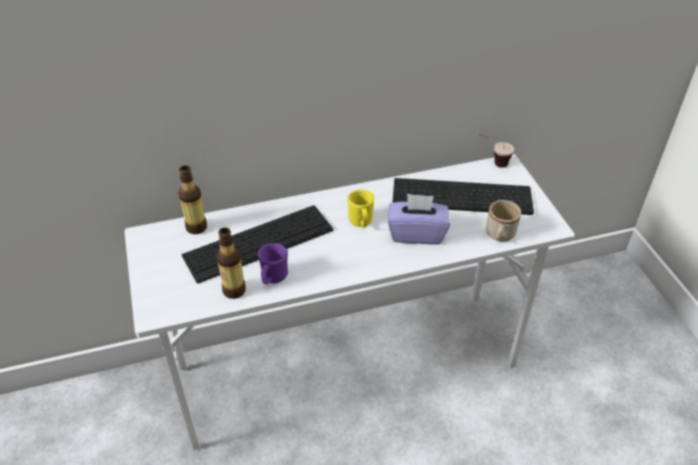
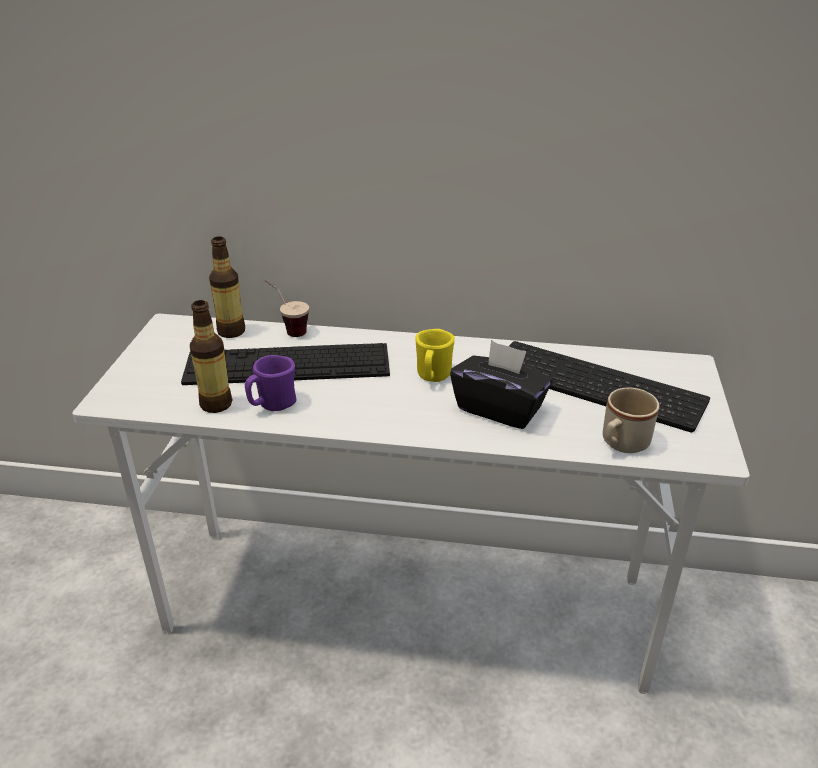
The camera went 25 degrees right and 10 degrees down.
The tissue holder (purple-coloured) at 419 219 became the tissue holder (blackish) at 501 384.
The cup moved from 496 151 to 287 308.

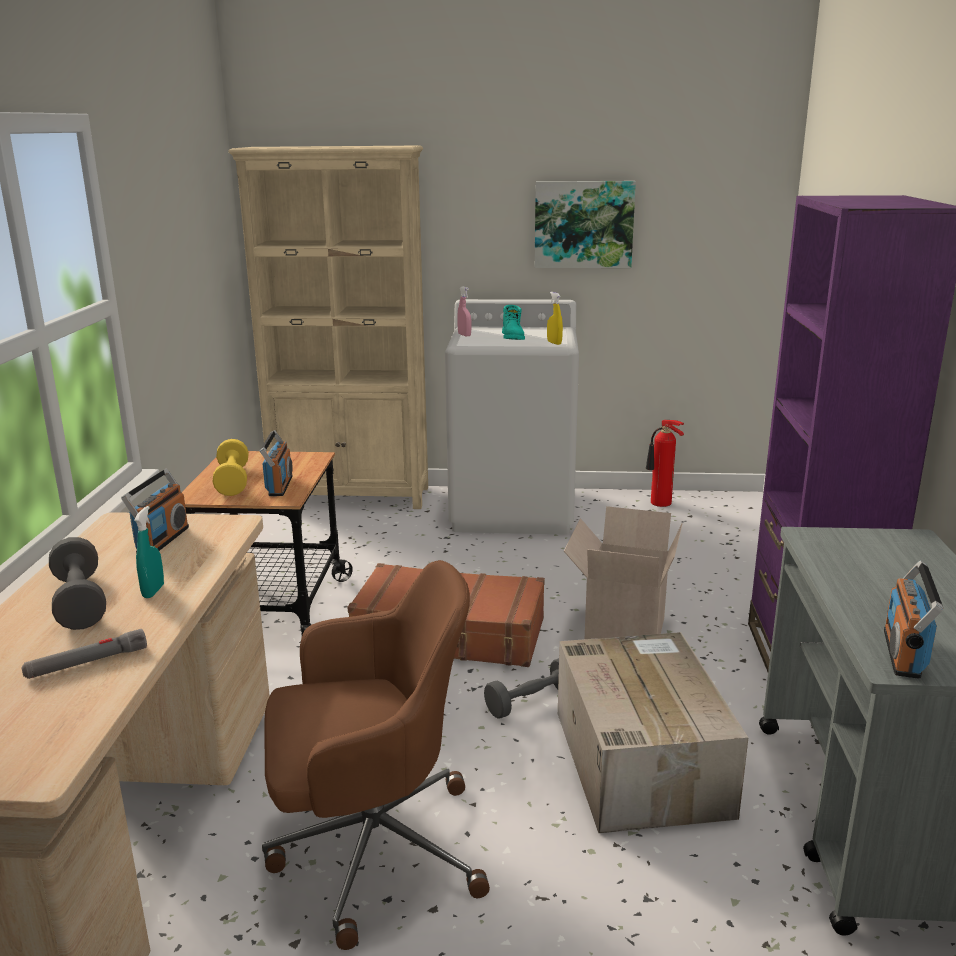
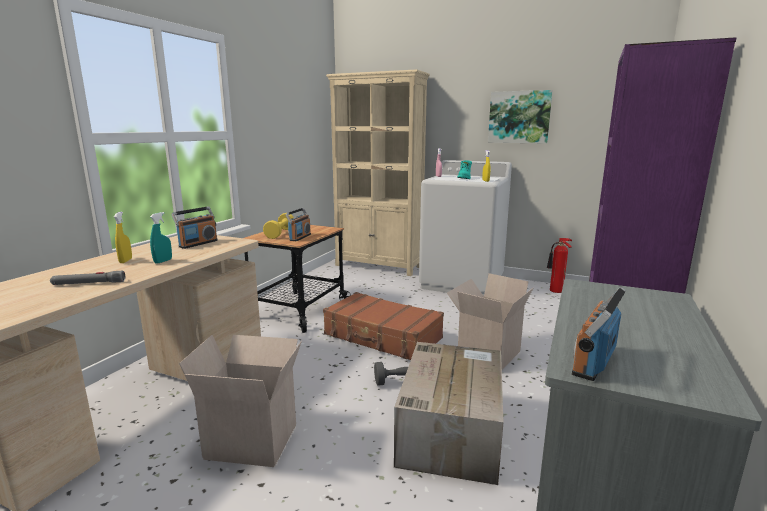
The camera went 20 degrees right and 5 degrees down.
The dumbbell (grey) at 77 583 was replaced by the spray bottle (yellowish) at 123 237.
The desk chair (brown) at 376 755 was replaced by the cardboard box at 240 401.

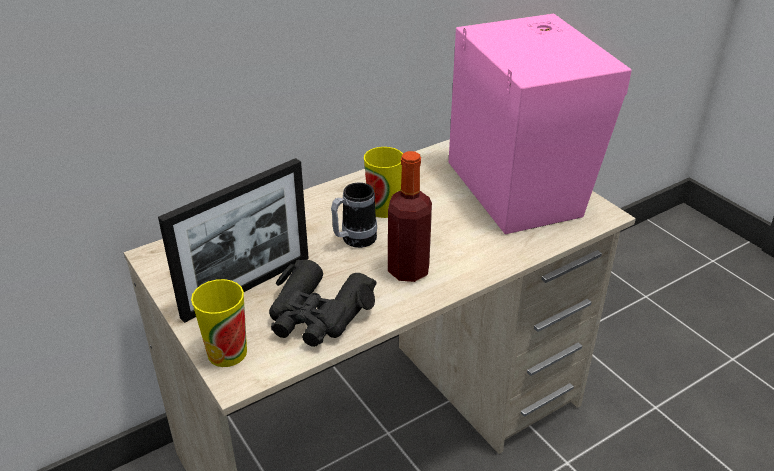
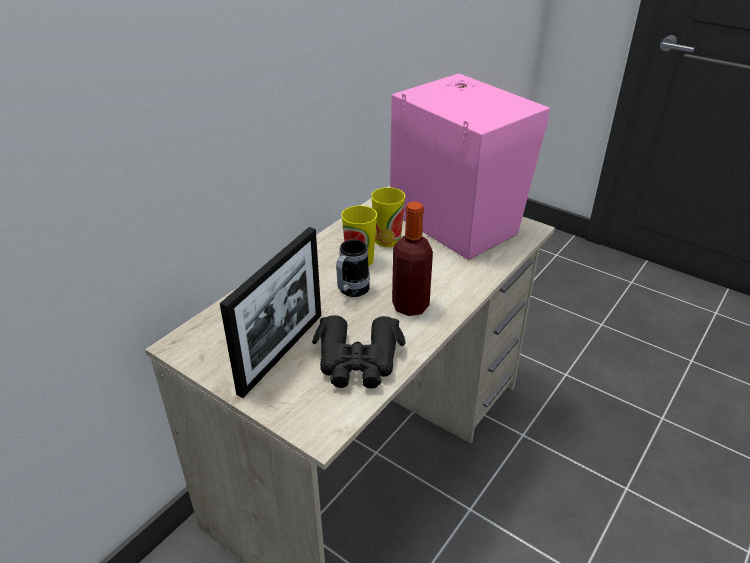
The camera went 20 degrees left and 0 degrees up.
The cup moved from 219 323 to 388 217.

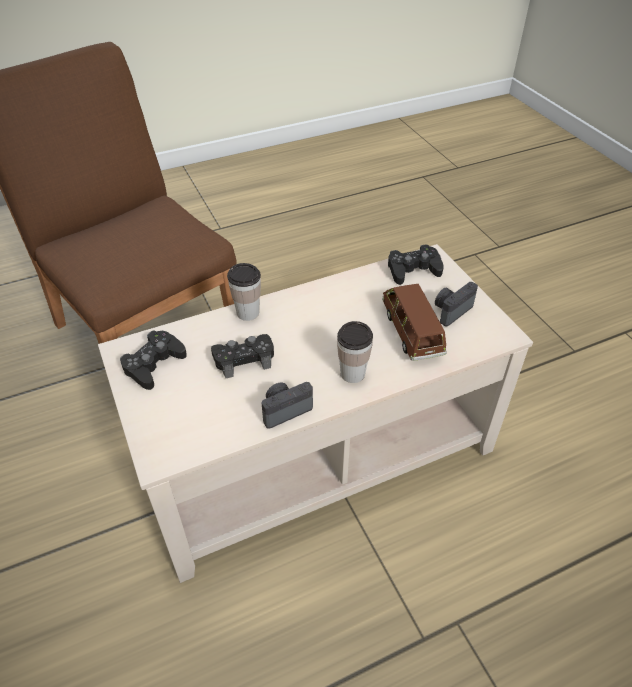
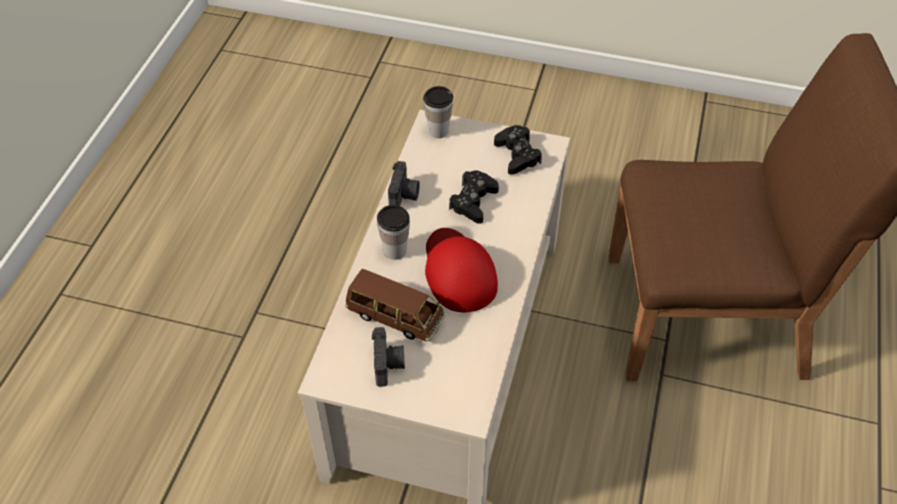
The camera went 130 degrees right and 5 degrees up.
The cup moved from 244 292 to 438 112.
The gamepad (blackish) at 415 264 disappeared.
The baseball cap (reddish) at 461 270 appeared.

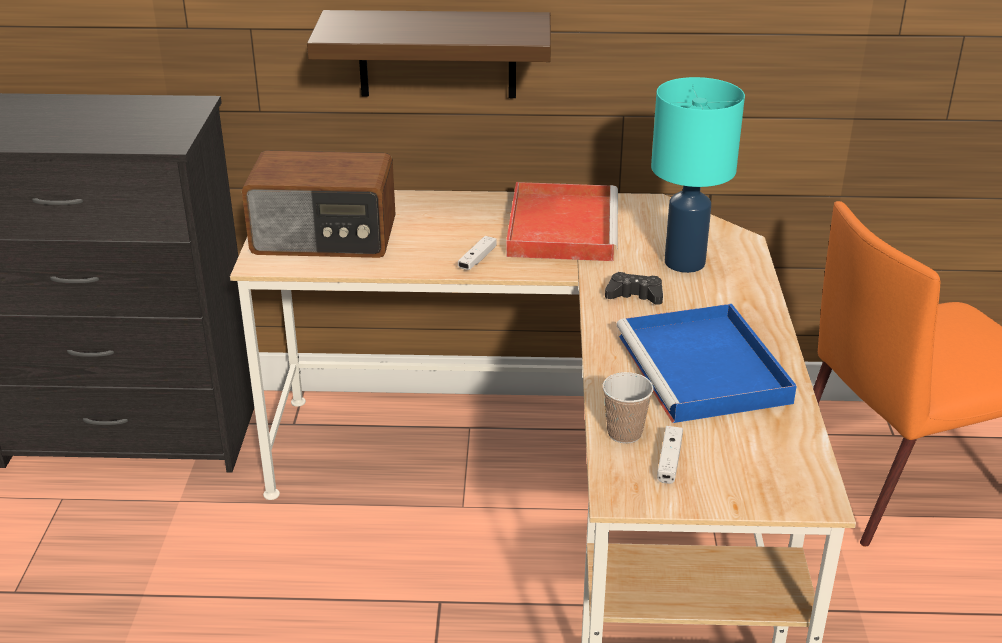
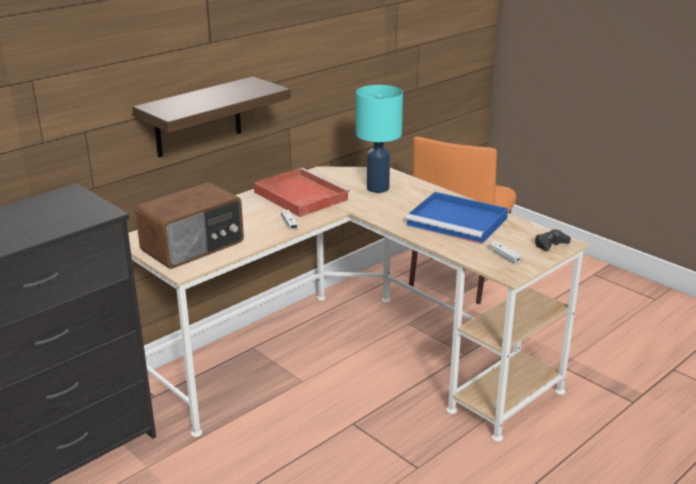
The camera went 45 degrees left and 5 degrees down.
The cup at 628 408 disappeared.
The gamepad (blackish) moved from 634 288 to 553 240.

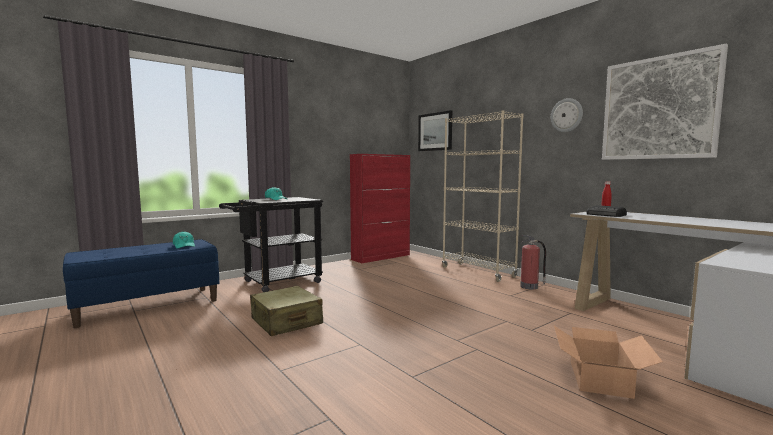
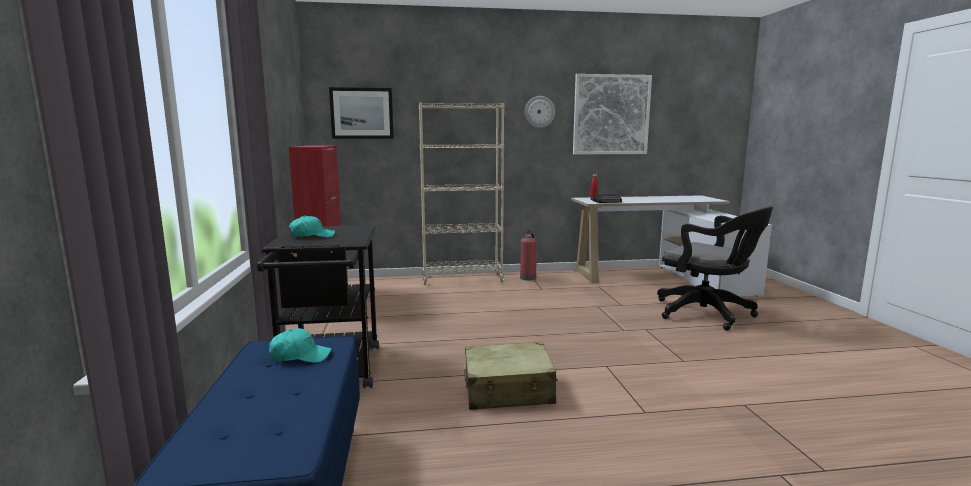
The camera went 60 degrees left and 5 degrees up.
The cardboard box at 608 362 was replaced by the desk chair (blackish) at 715 268.

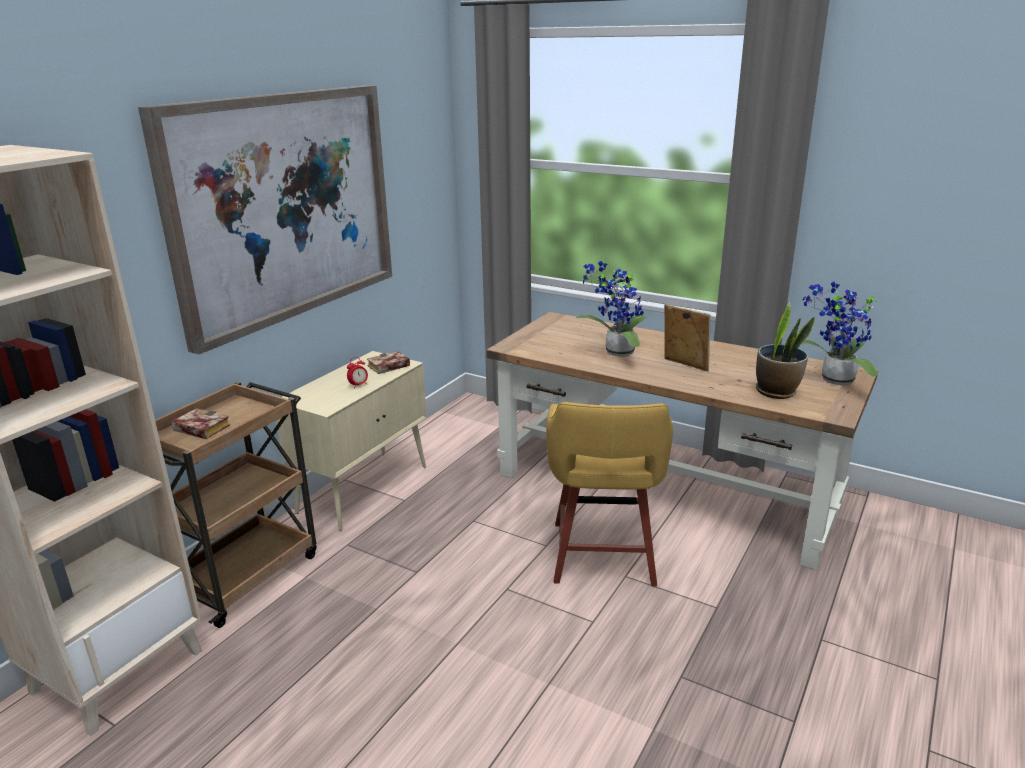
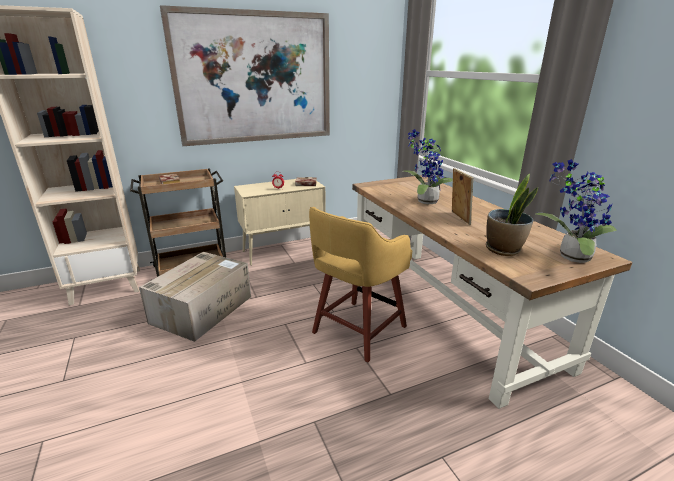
The camera went 35 degrees right and 0 degrees up.
The cardboard box at 195 297 appeared.

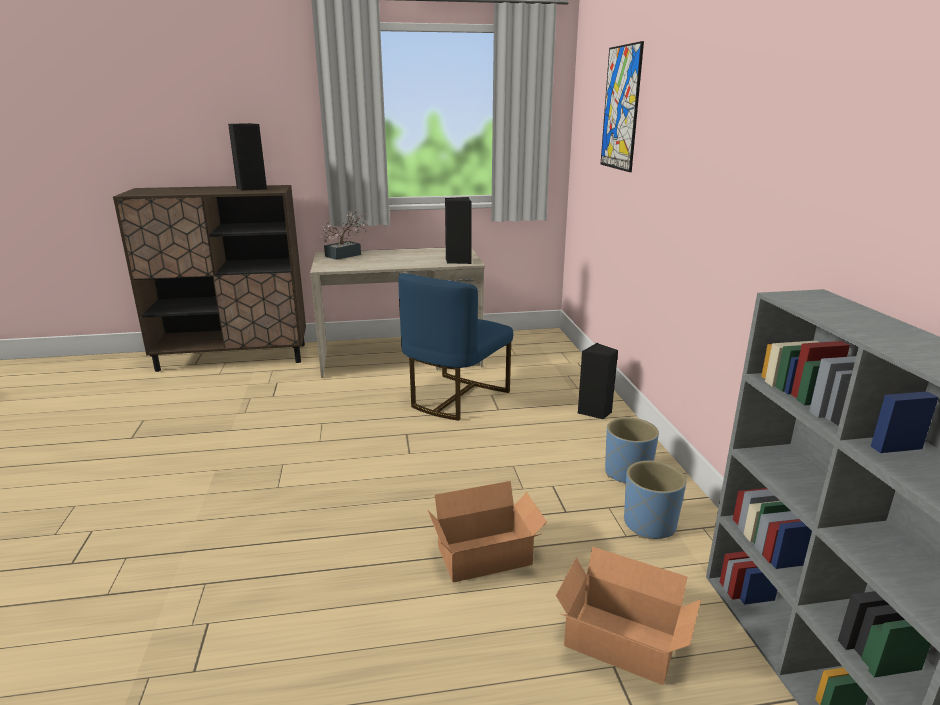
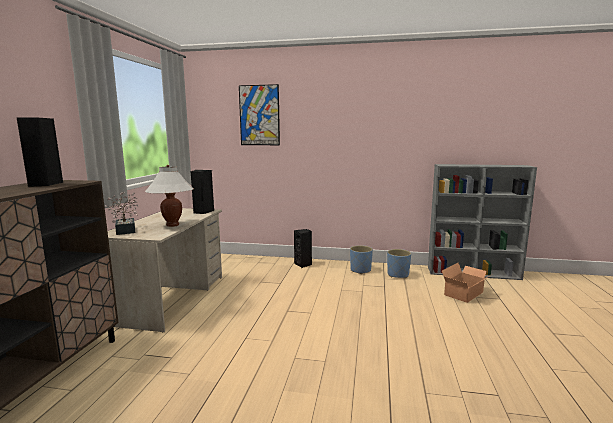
The camera went 70 degrees left and 10 degrees down.
The plain chair (blue) at 455 347 disappeared.
The cardboard box at 487 532 disappeared.
The table lamp (whitish) at 169 196 appeared.

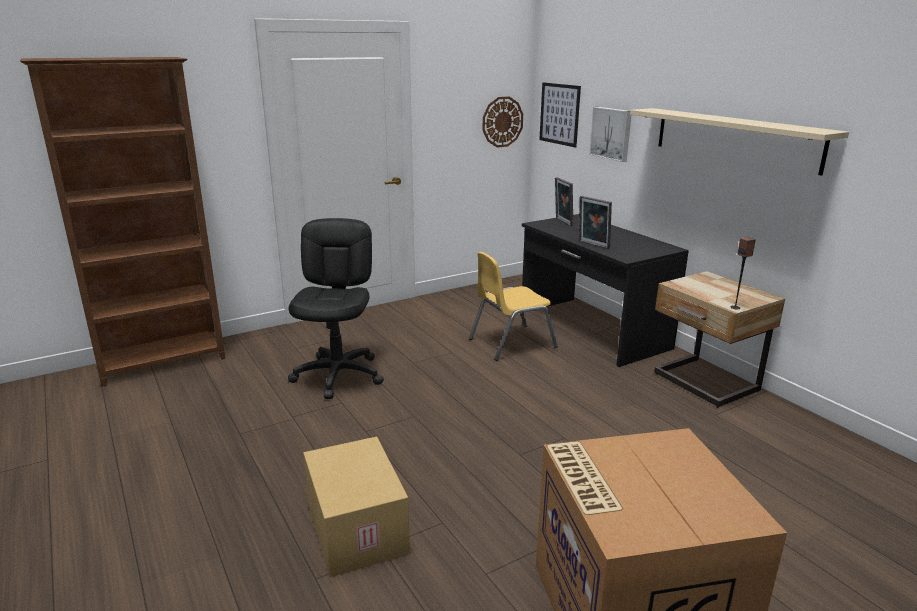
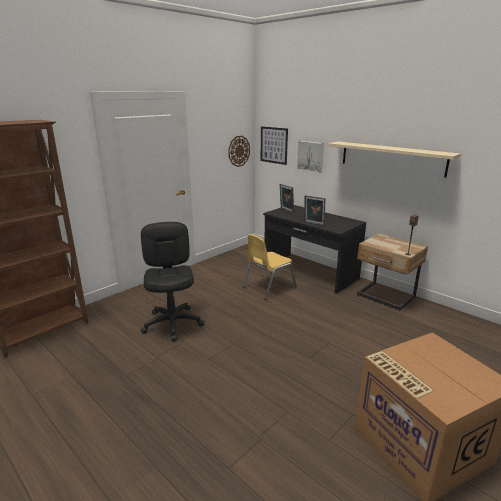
The camera went 15 degrees left and 0 degrees up.
The cardboard box at 356 507 disappeared.

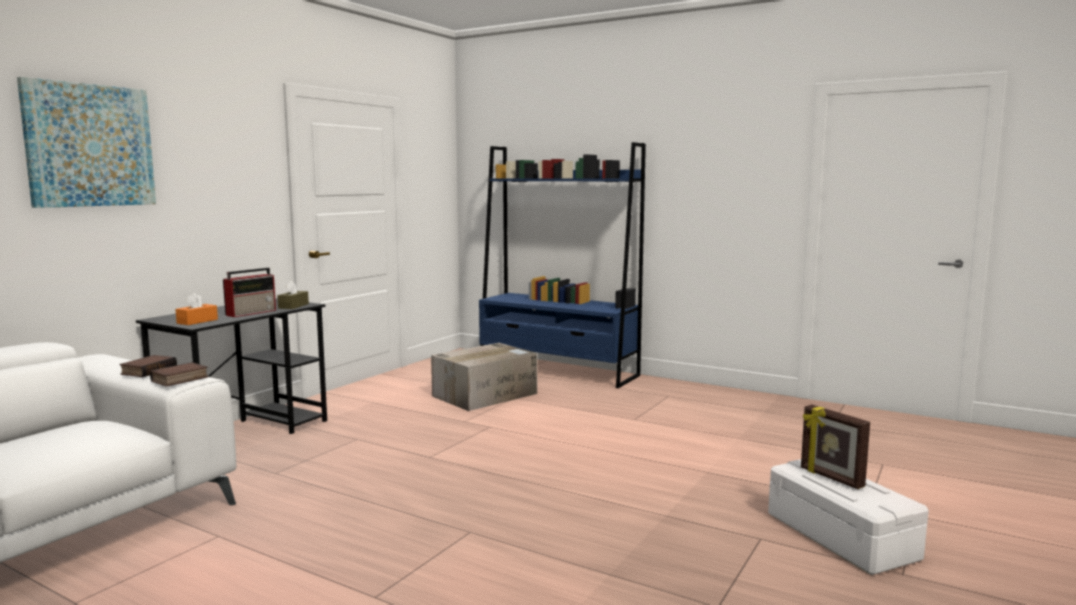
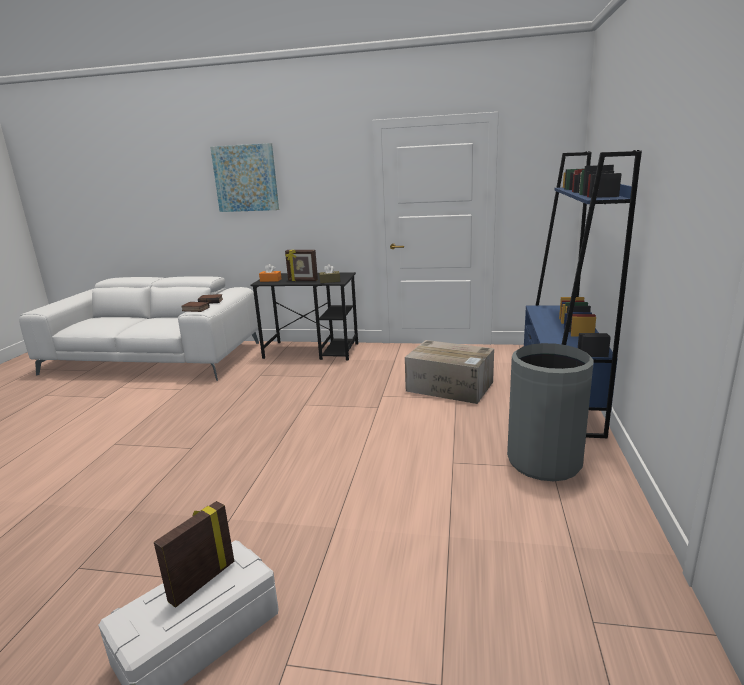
The camera went 70 degrees right and 10 degrees up.
The radio set at 249 292 was replaced by the picture frame at 301 265.
The trash can (grey) at 550 412 appeared.

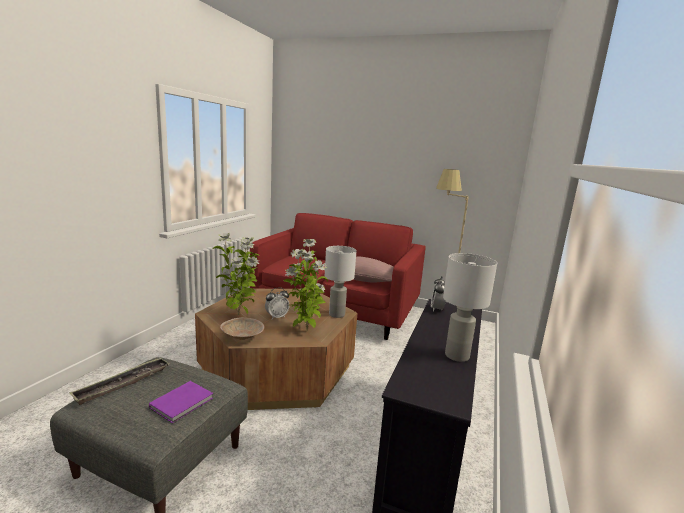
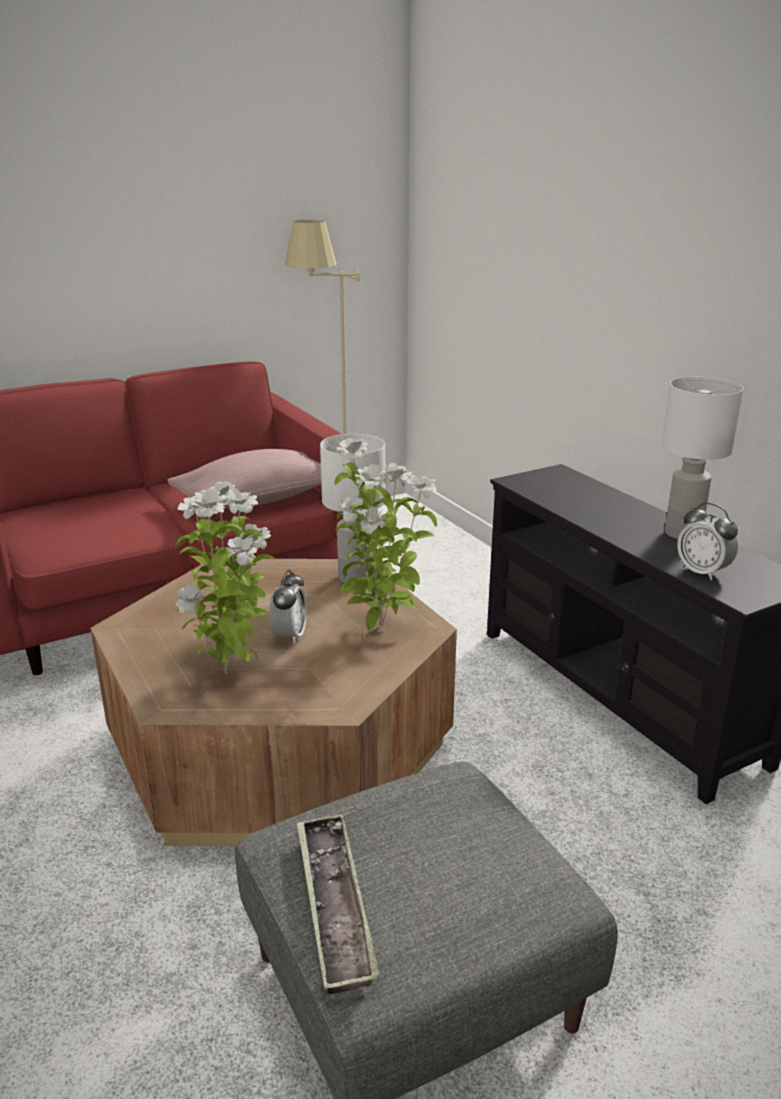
The camera went 50 degrees left and 10 degrees up.
The volume (purple-coloured) at 181 402 disappeared.
The serving bowl (beige) at 242 328 disappeared.
The alarm clock moved from 438 294 to 707 542.

